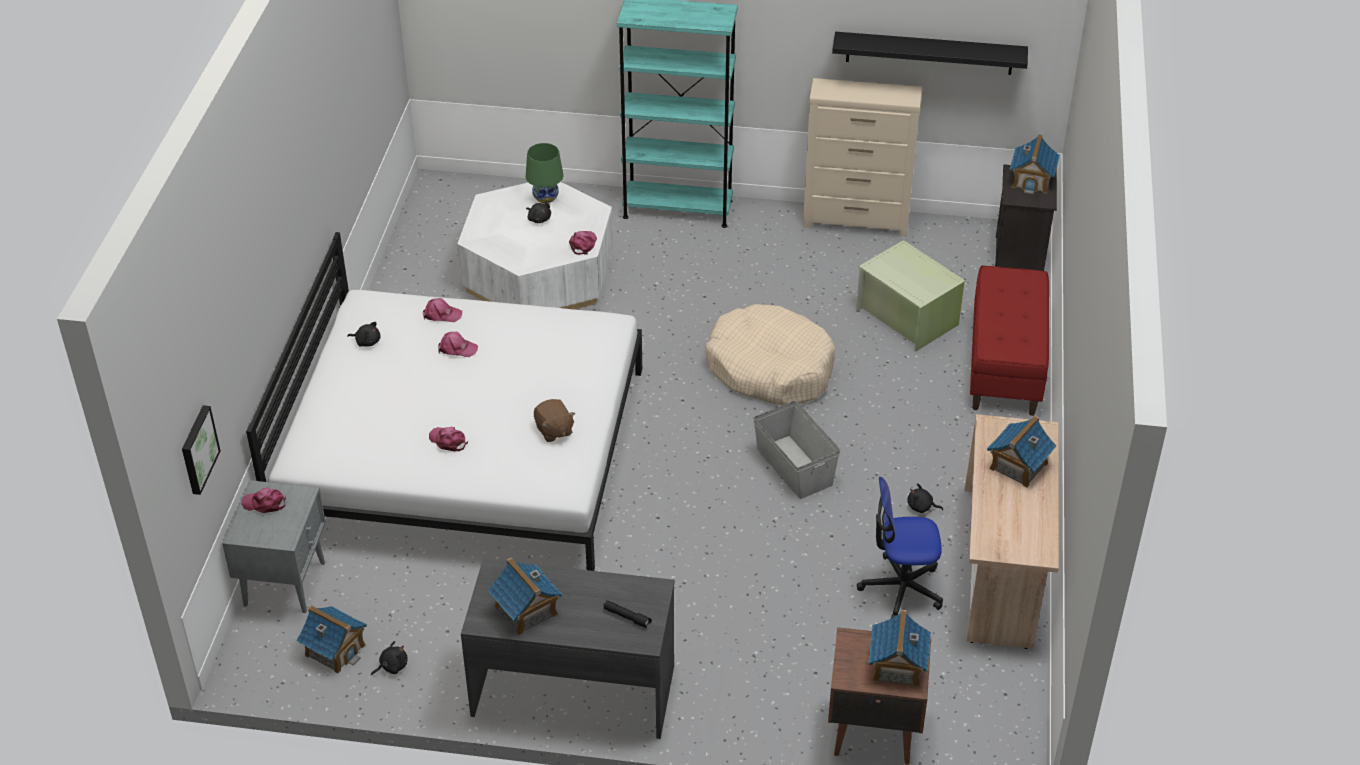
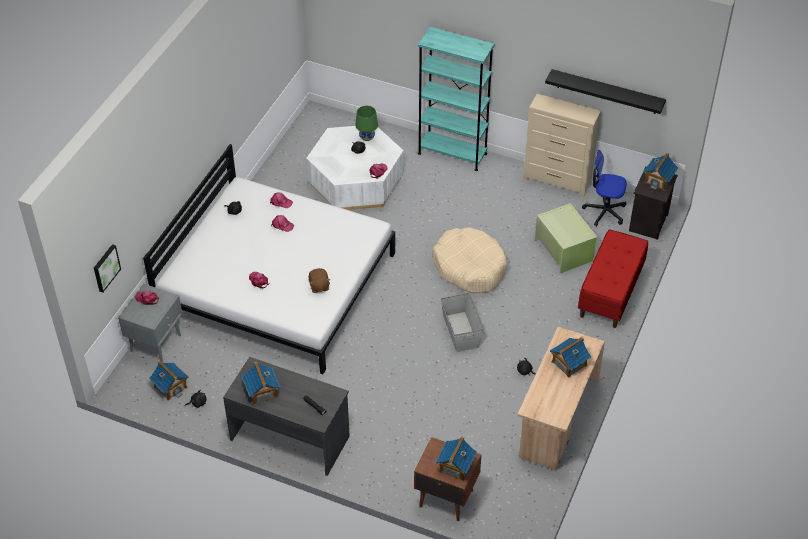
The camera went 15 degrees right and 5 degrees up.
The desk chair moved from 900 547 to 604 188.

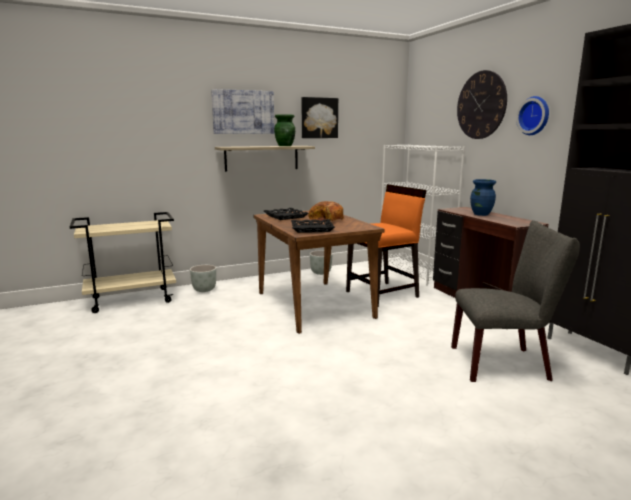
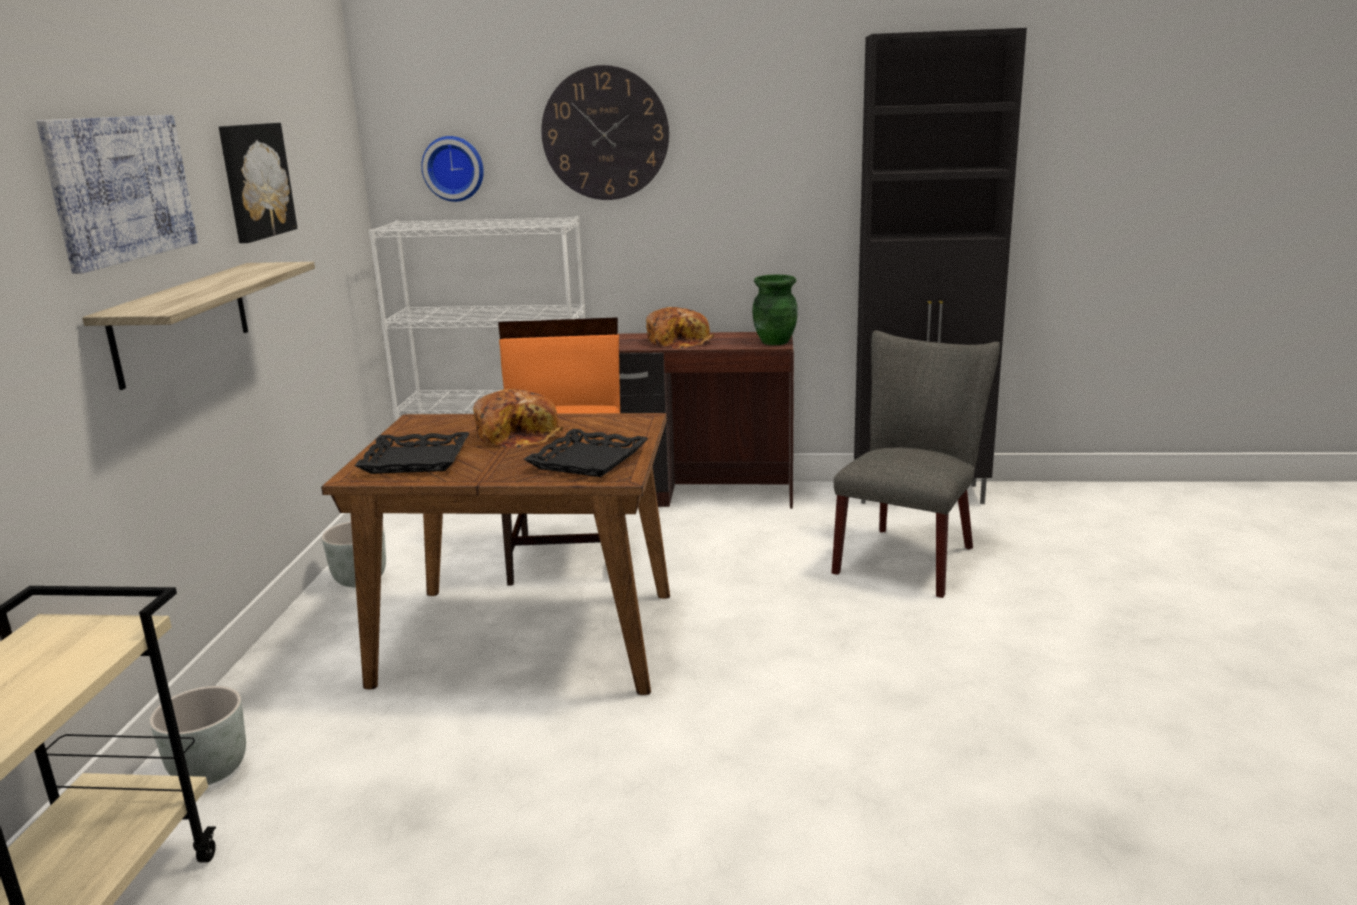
The camera went 60 degrees left and 5 degrees up.
The vase (green-coloured) moved from 284 130 to 775 310.
The vase (blue) at 483 197 was replaced by the bread at 680 328.
The wall clock moved from 532 115 to 452 169.

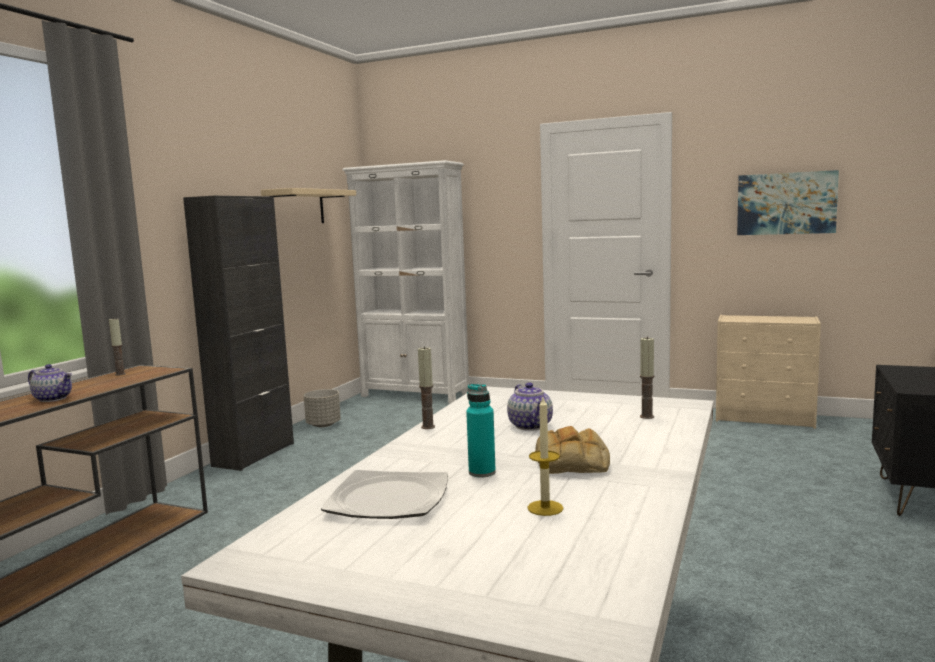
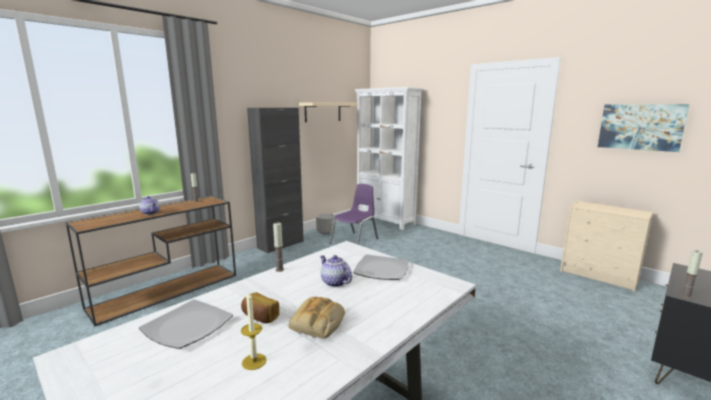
The camera went 20 degrees right and 5 degrees up.
The bottle (blue-green) at 481 430 was replaced by the bread at 260 308.
The tea pot at 530 406 turned 135 degrees clockwise.
The candle moved from 647 377 to 692 274.
The plain chair (purple-coloured) at 353 214 appeared.
The flat dish at 381 267 appeared.

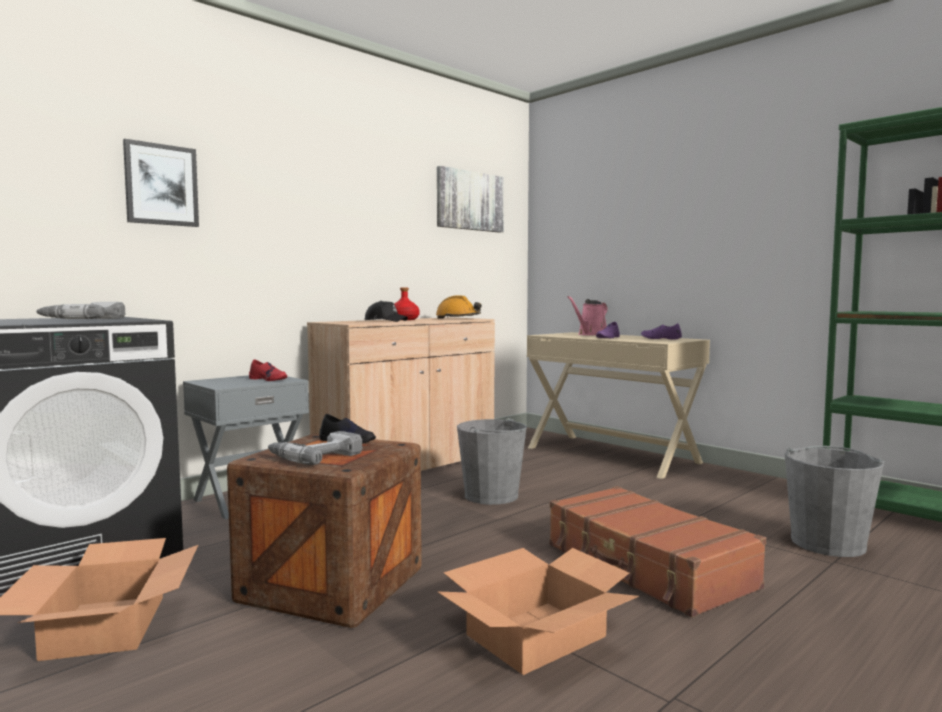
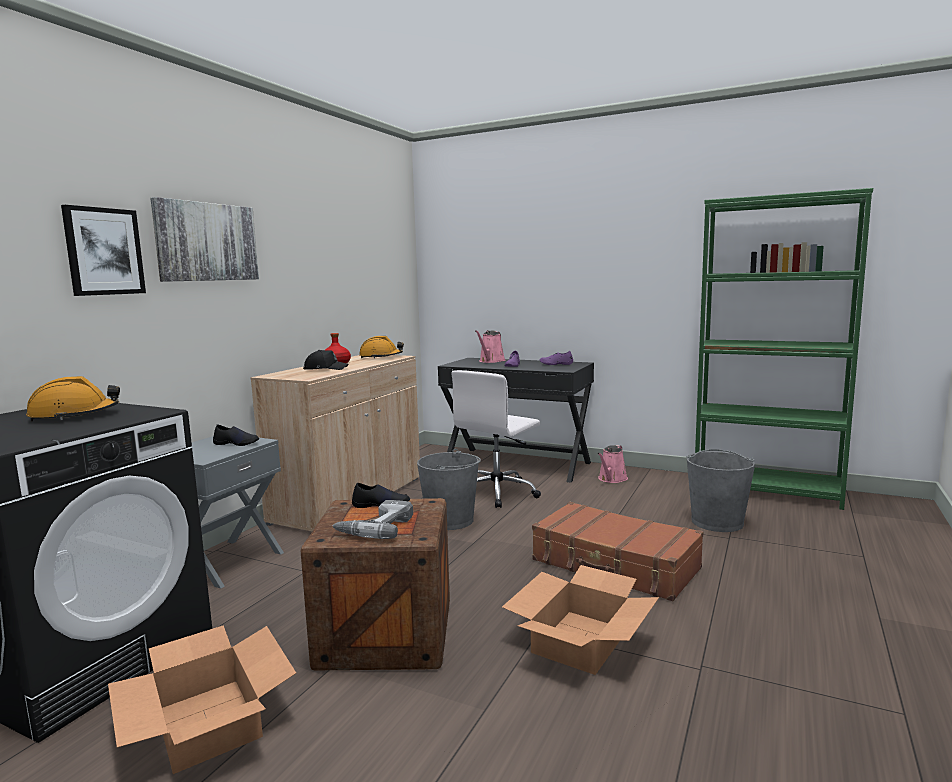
The camera went 20 degrees left and 5 degrees up.
The electric drill at 80 310 was replaced by the hard hat (orange) at 73 399.
The item of footwear (reddish) at 268 370 became the item of footwear (blackish) at 236 435.
The wall picture moved from 470 199 to 204 239.
The desk (beige) at 618 405 became the desk (blackish) at 516 420.
The desk chair (whitish) at 496 439 appeared.
The sprinkling can (pinkish) at 613 464 appeared.

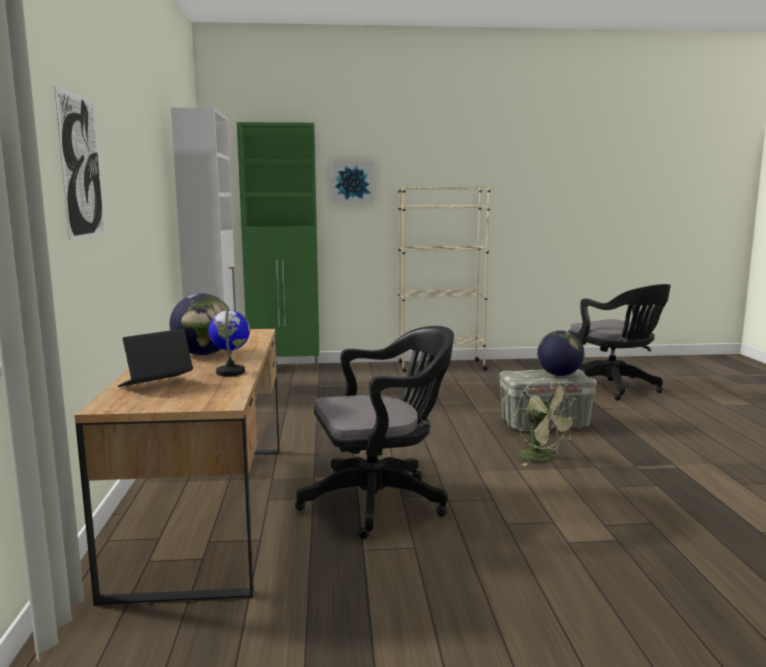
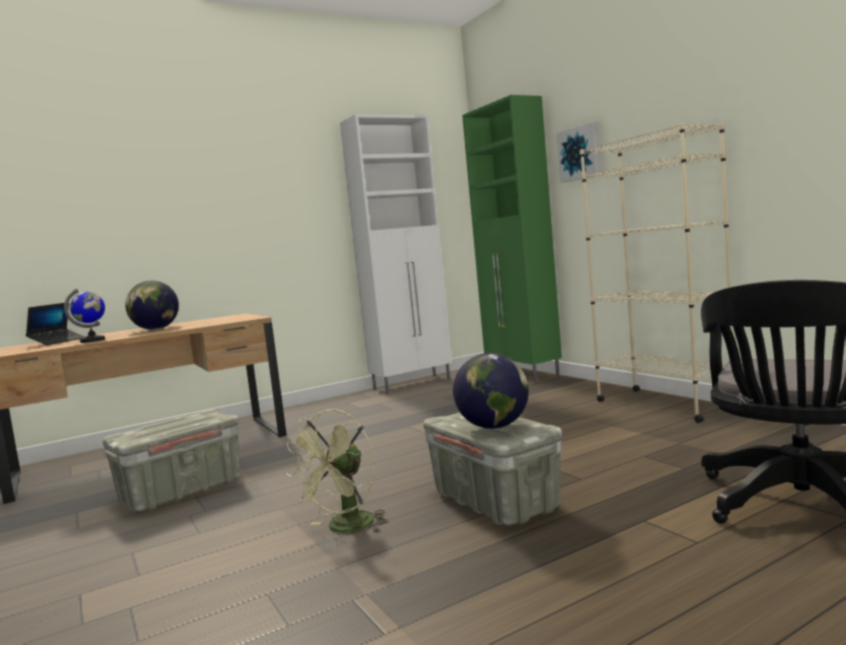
The camera went 65 degrees right and 5 degrees down.
The wall picture at 79 163 disappeared.
The portable computer at 155 358 turned 90 degrees clockwise.
The desk chair (blackish) at 374 433 was replaced by the storage container (grey) at 171 460.

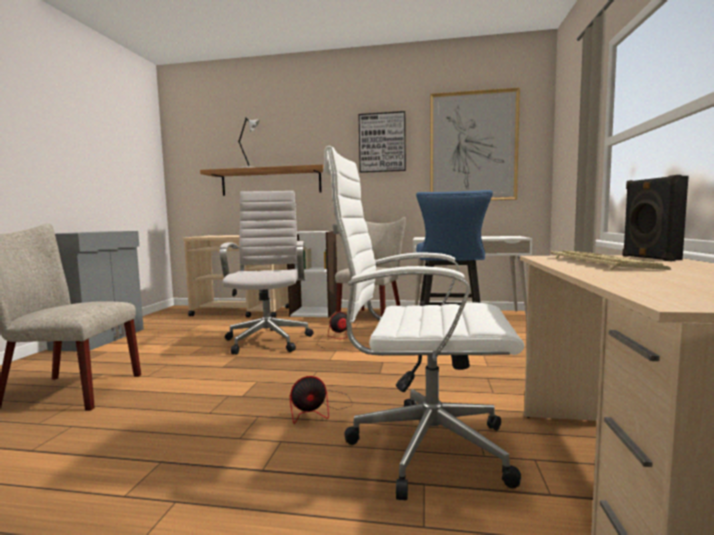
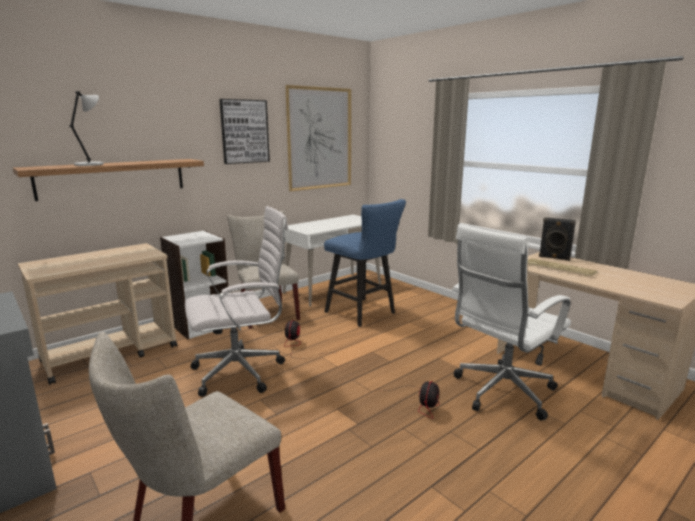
The camera went 50 degrees left and 10 degrees up.
The desk chair (whitish) at 266 272 turned 120 degrees clockwise.

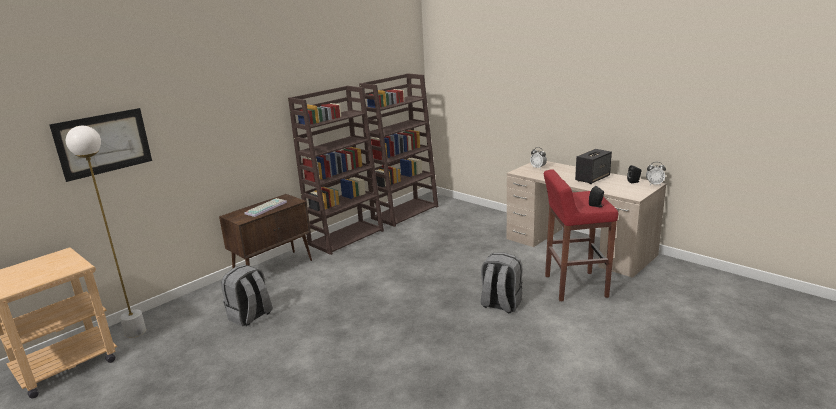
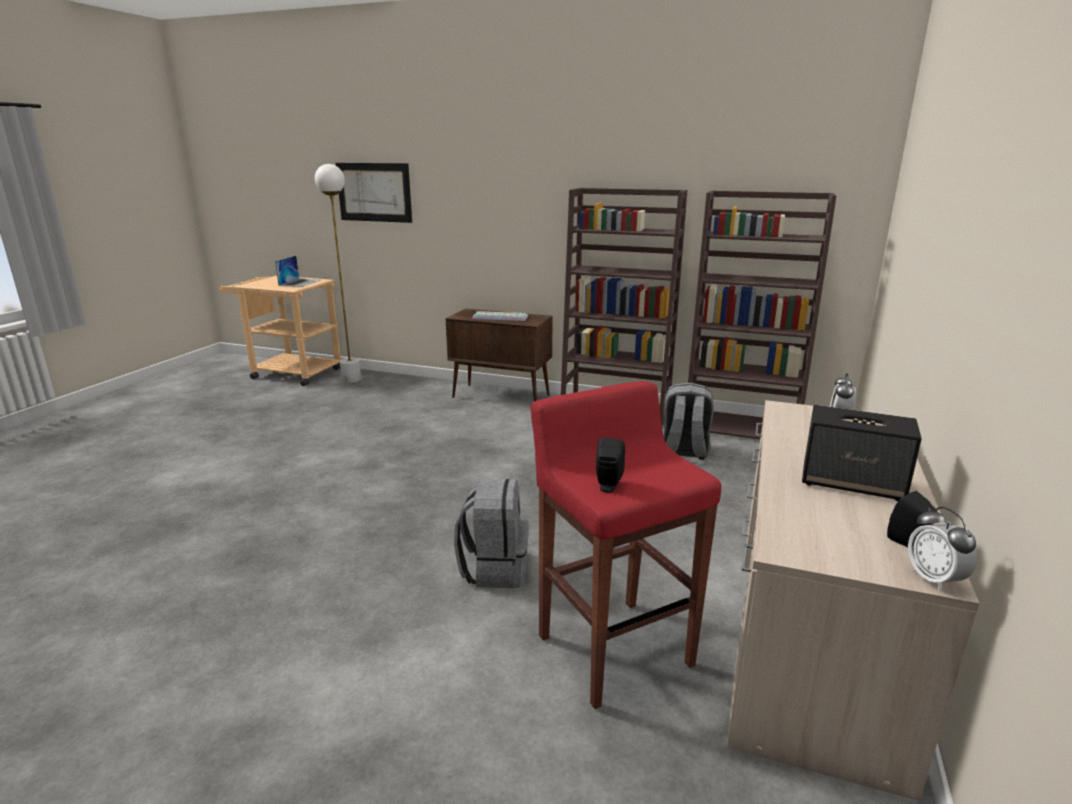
The camera went 65 degrees right and 0 degrees up.
The knapsack (grey) moved from 246 295 to 688 421.
The portable computer at 298 271 appeared.

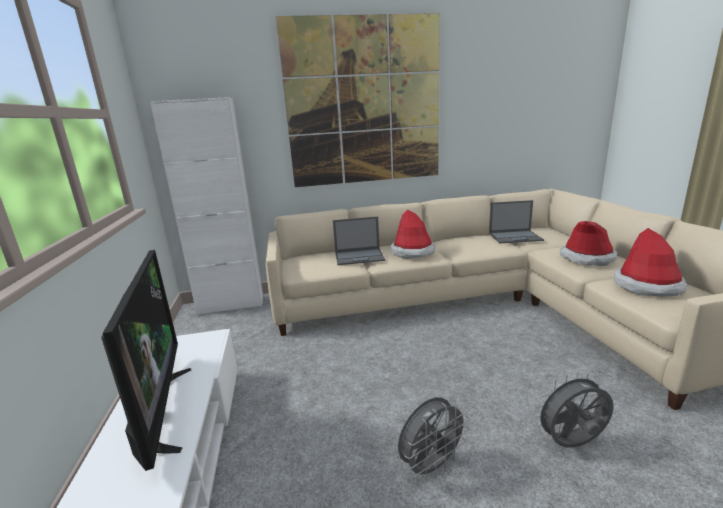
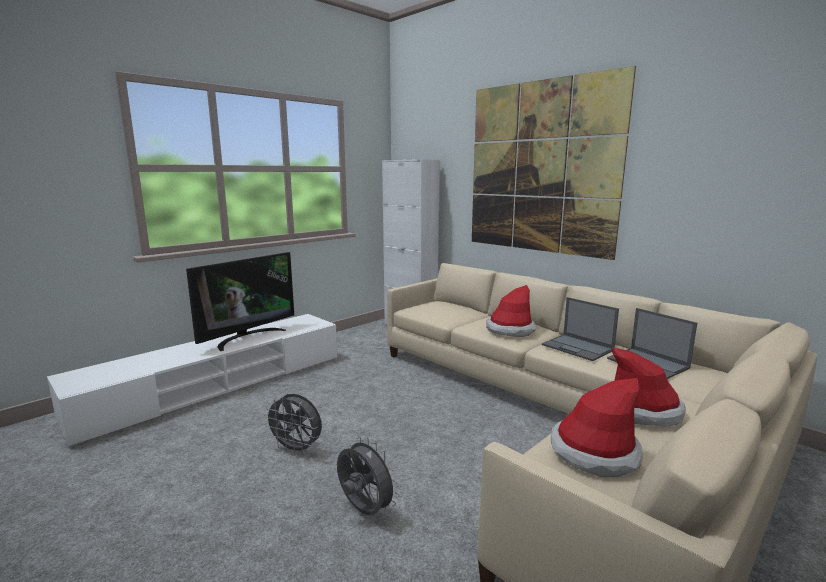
The camera went 55 degrees right and 5 degrees down.
The portable computer moved from 359 241 to 580 329.

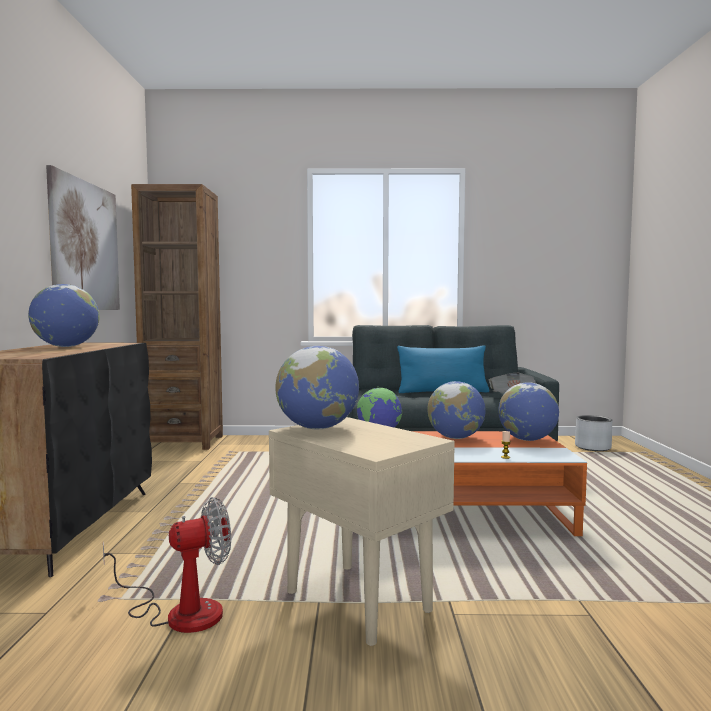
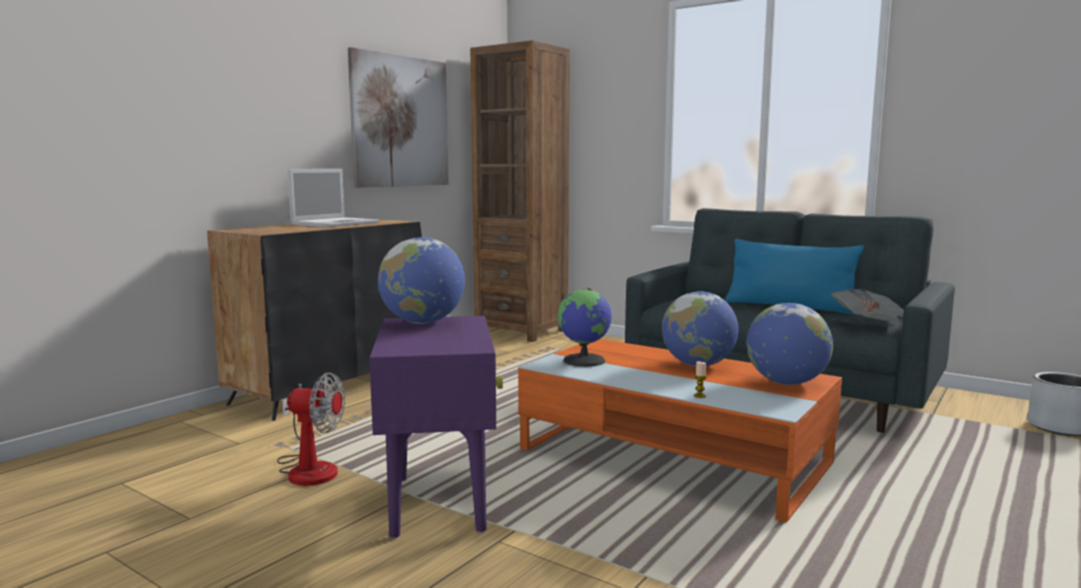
The camera went 35 degrees right and 5 degrees up.
The desk globe at 64 315 was replaced by the portable computer at 333 198.
The side table (beige) at 362 531 became the side table (purple-coloured) at 436 427.

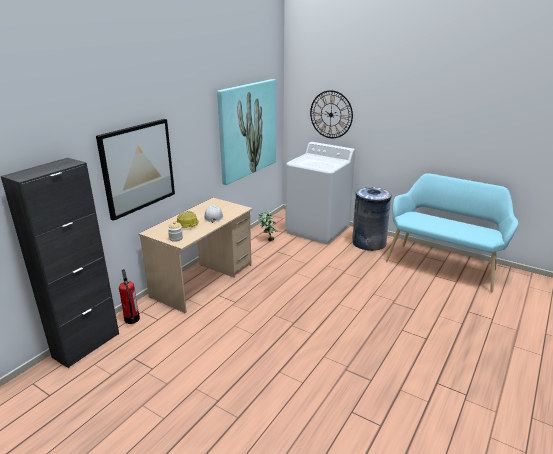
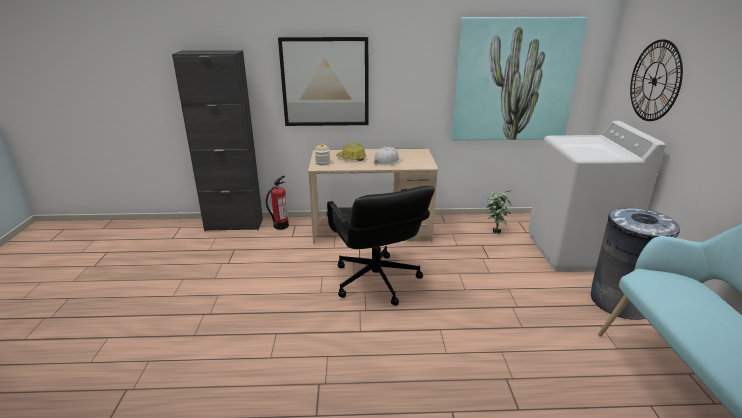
The camera went 55 degrees right and 0 degrees up.
The desk chair (blackish) at 380 246 appeared.

